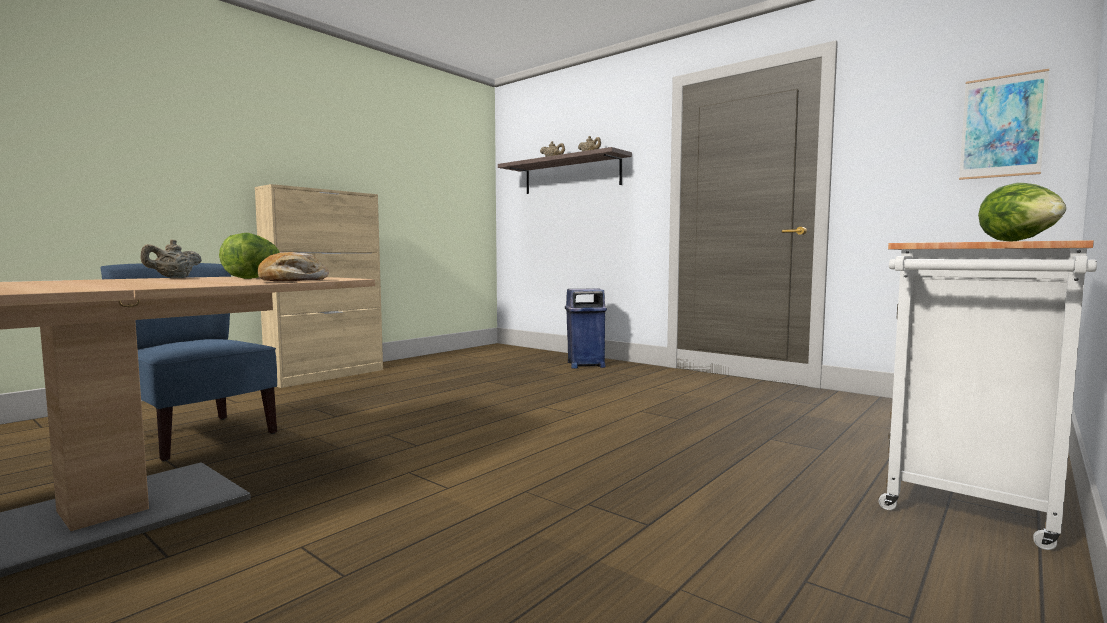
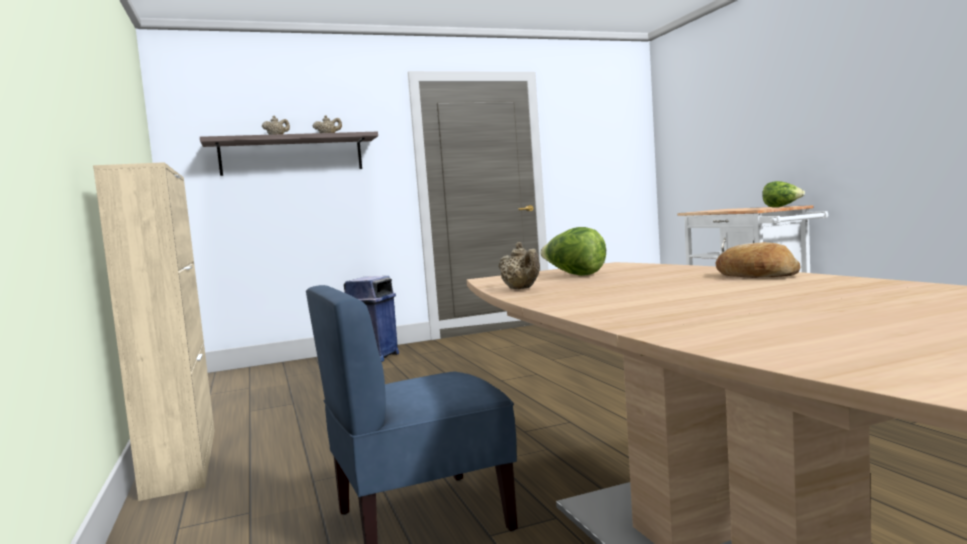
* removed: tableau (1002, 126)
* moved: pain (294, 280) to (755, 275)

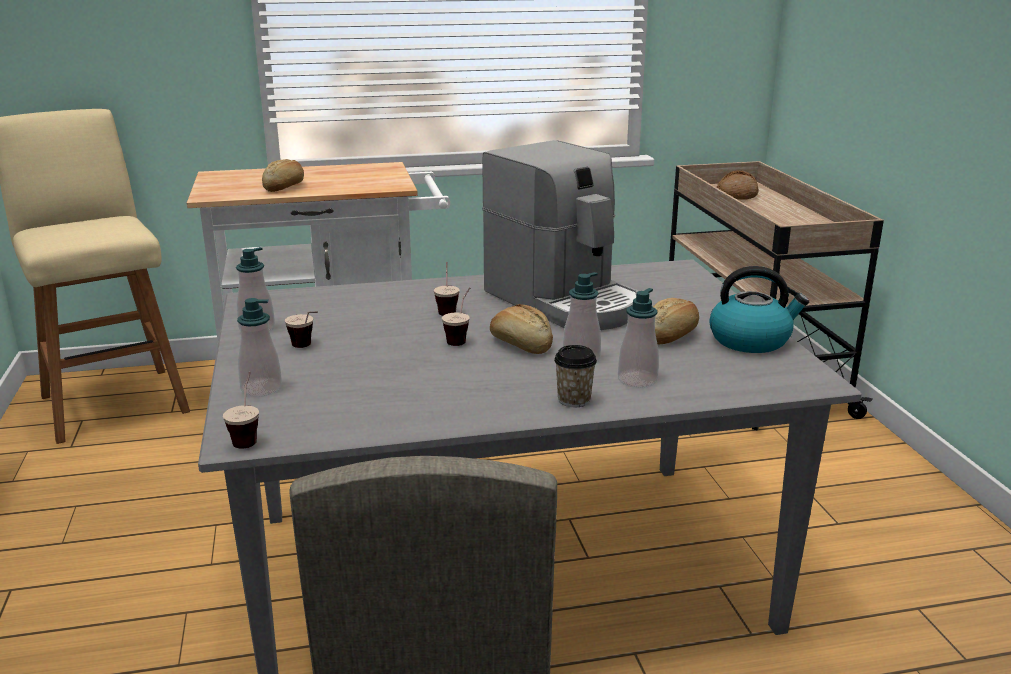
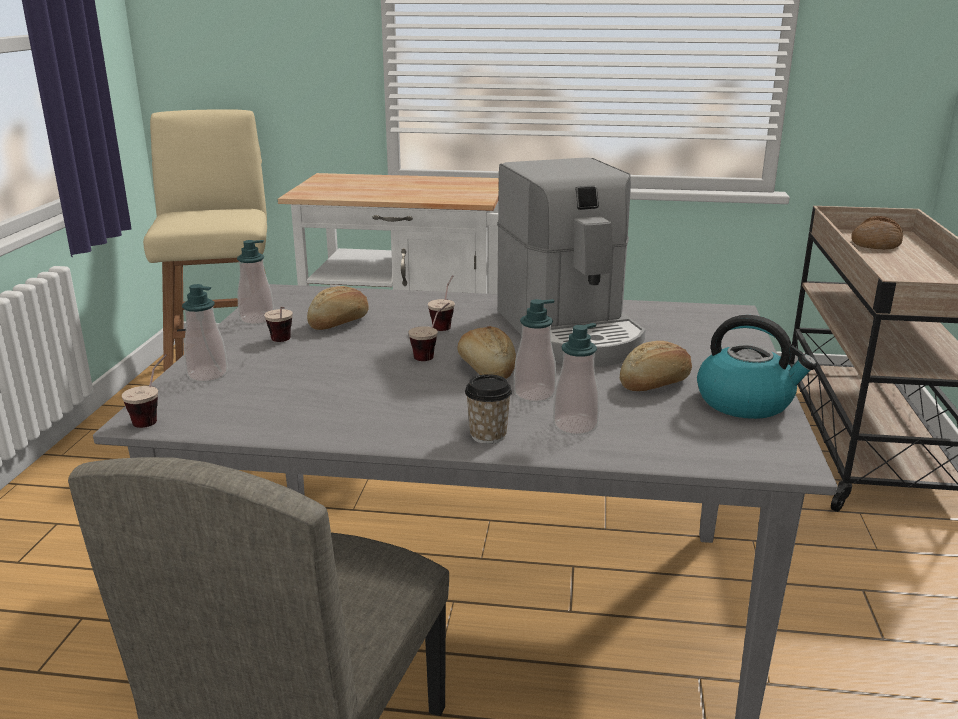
* moved: pain (285, 187) to (340, 323)

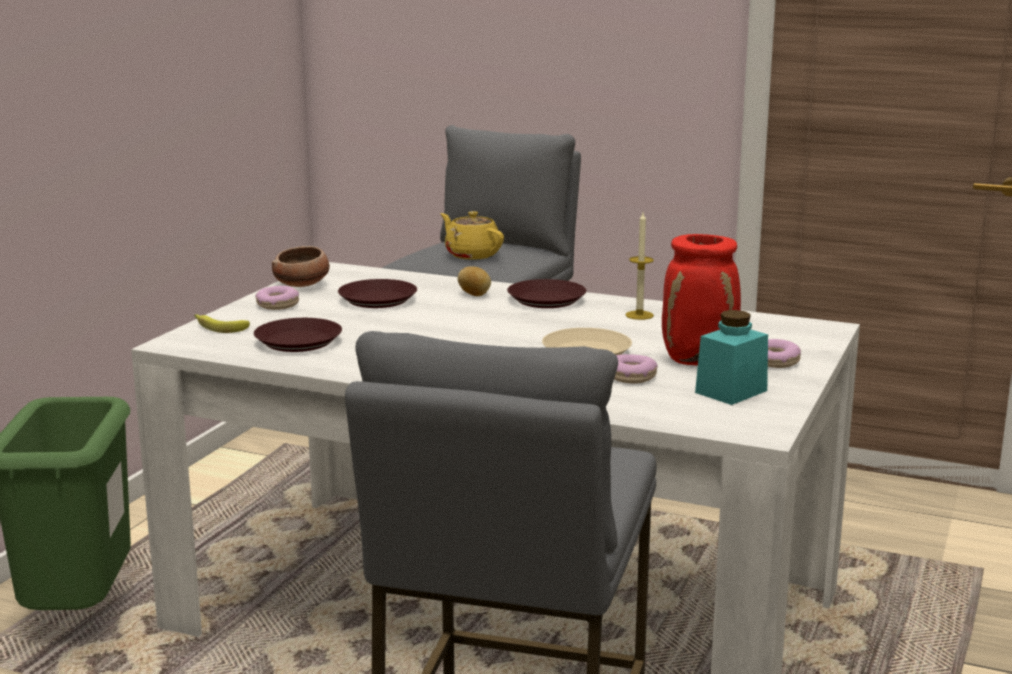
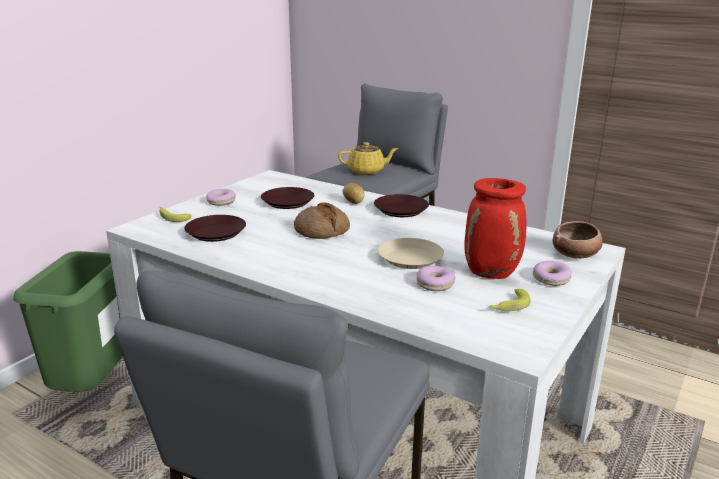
* turned: théière/jaune (472, 255) = (367, 171) 120 degrees clockwise
* removed: bougie (639, 315)
* moved: bol (303, 285) to (575, 254)
* replaced: bocal/turquoise (731, 391) to banane (508, 306)
* added: pain (322, 230)

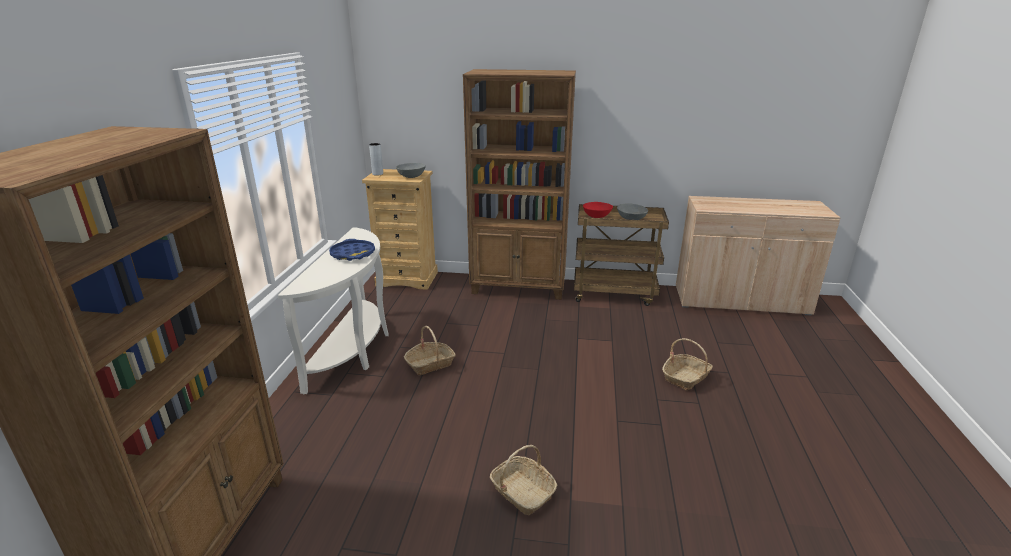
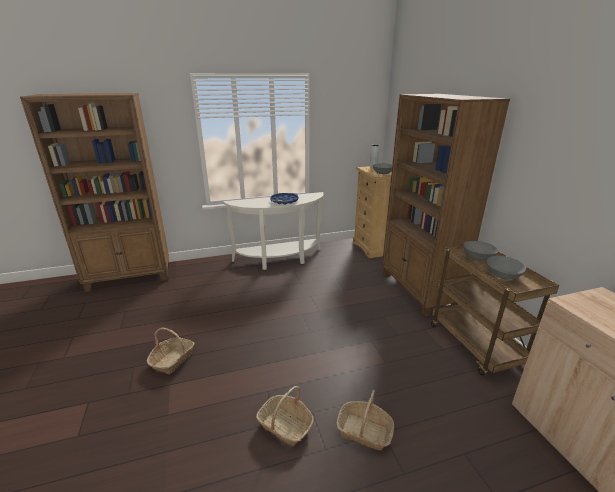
* recoloured: bol/rouge (597, 216) to bol/gris (478, 257)
* moved: panier (430, 364) to (285, 425)

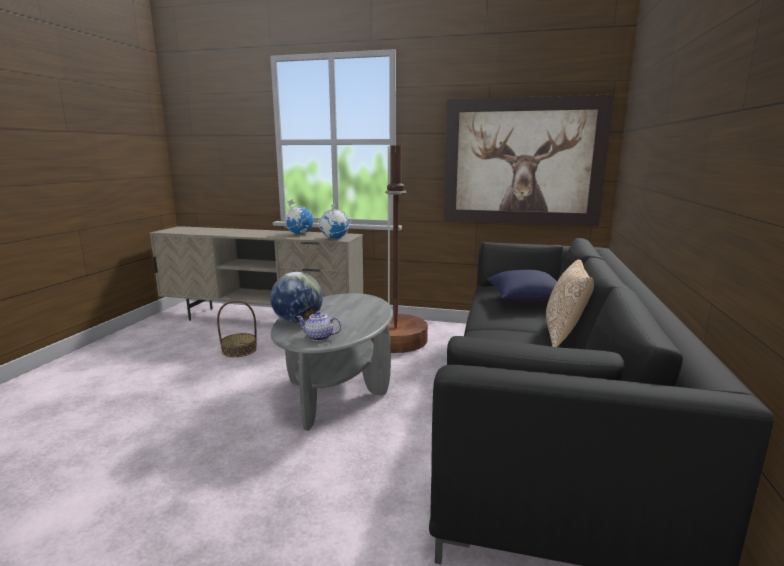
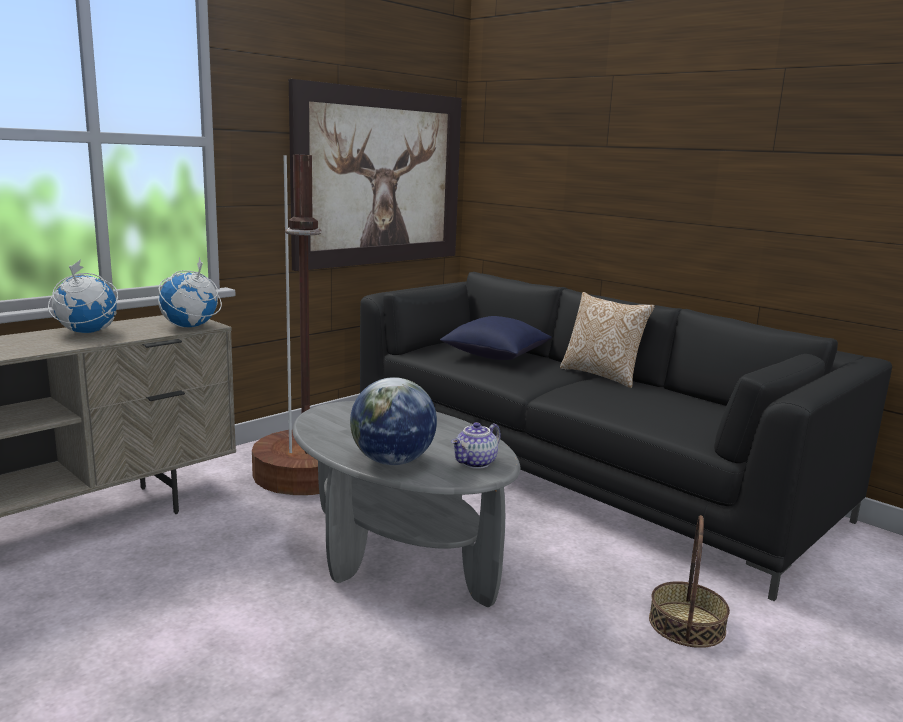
* moved: panier (239, 350) to (686, 624)

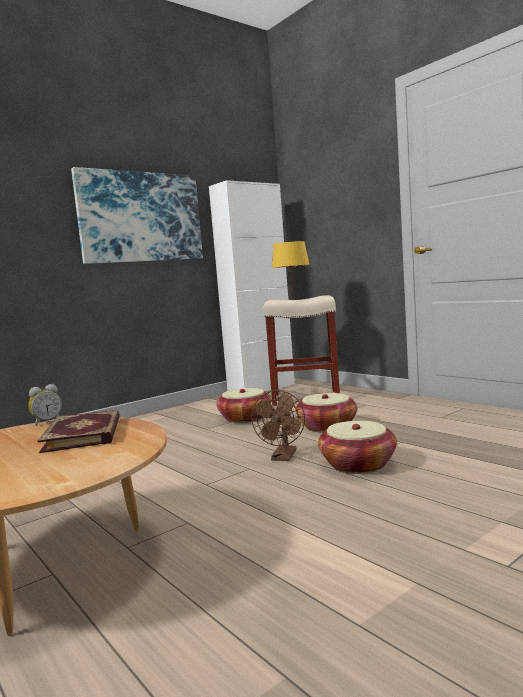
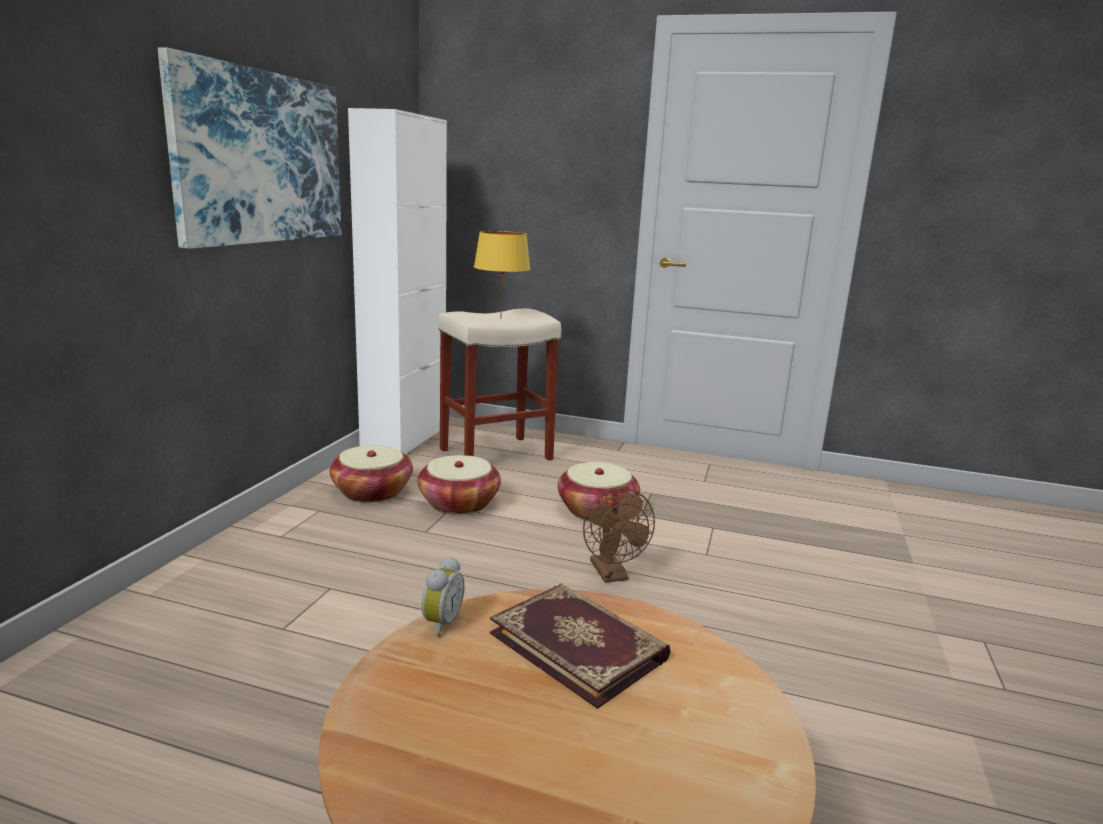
* moved: panier (358, 465) to (372, 492)

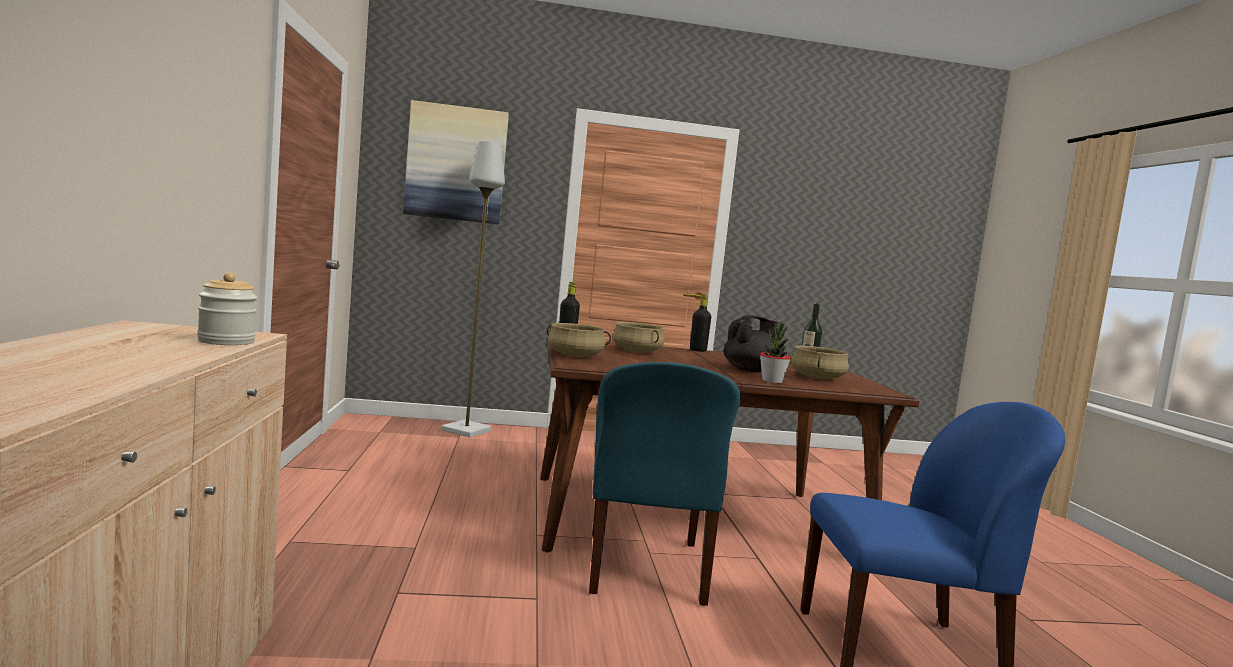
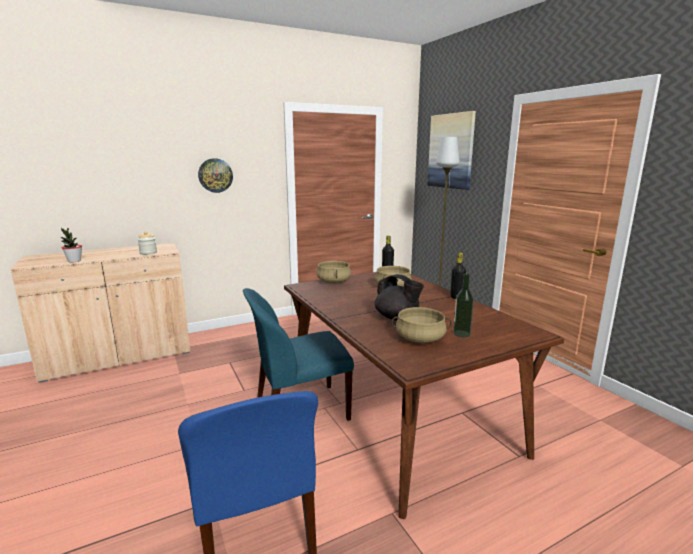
* moved: plante en pot (772, 381) to (74, 261)
* added: horloge murale (215, 175)

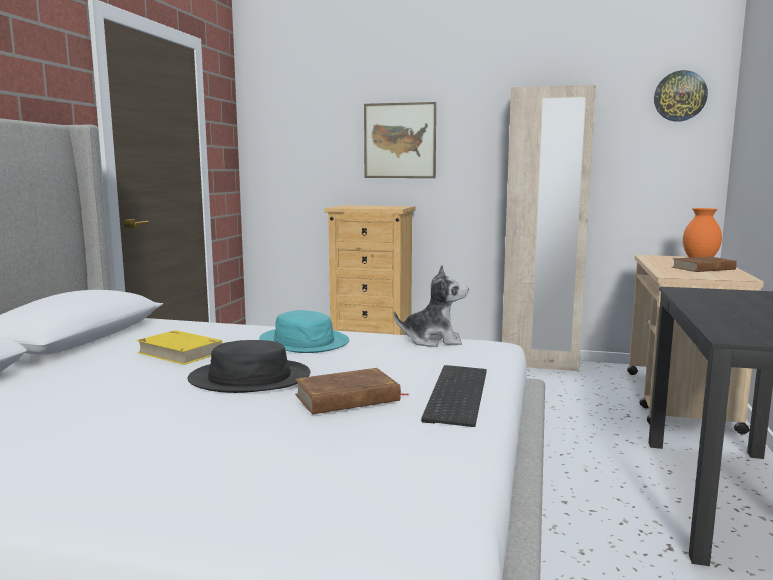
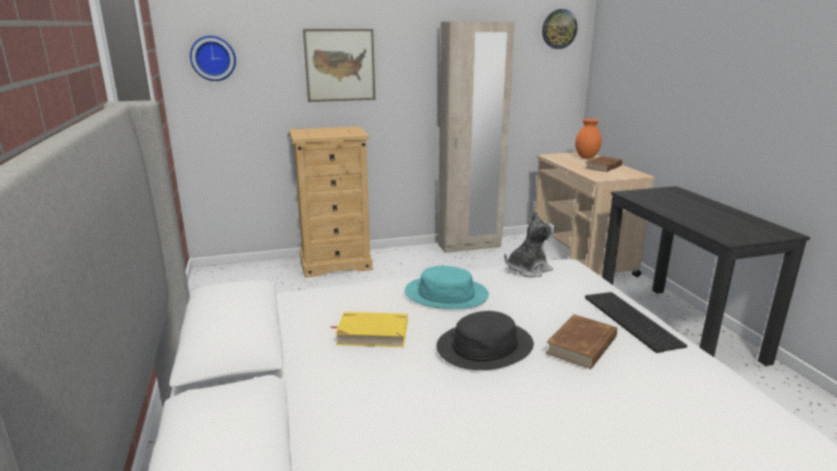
* added: horloge murale (213, 58)

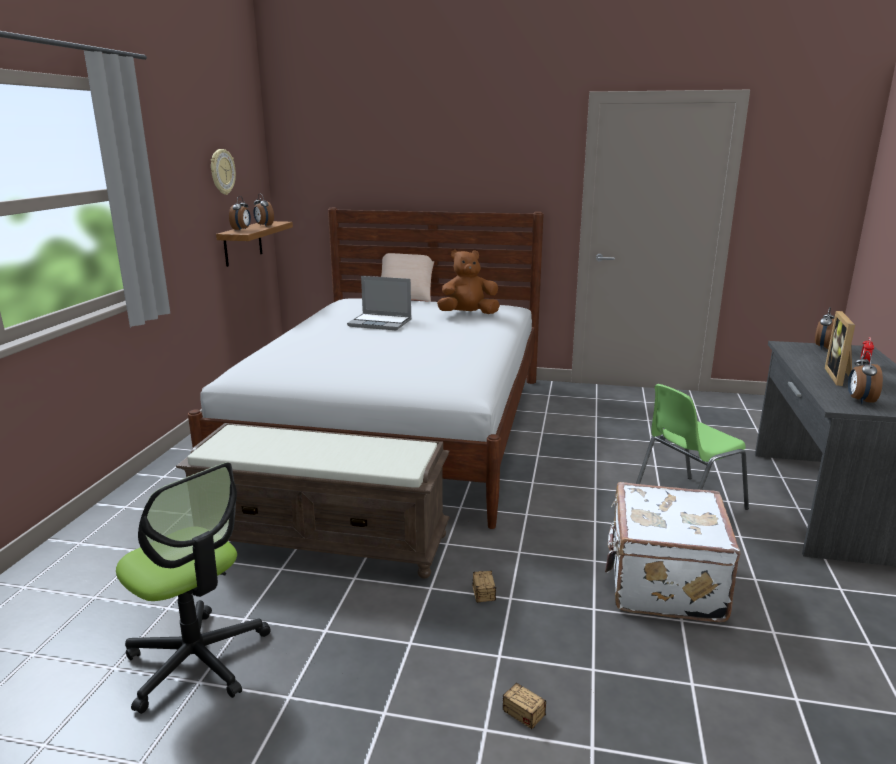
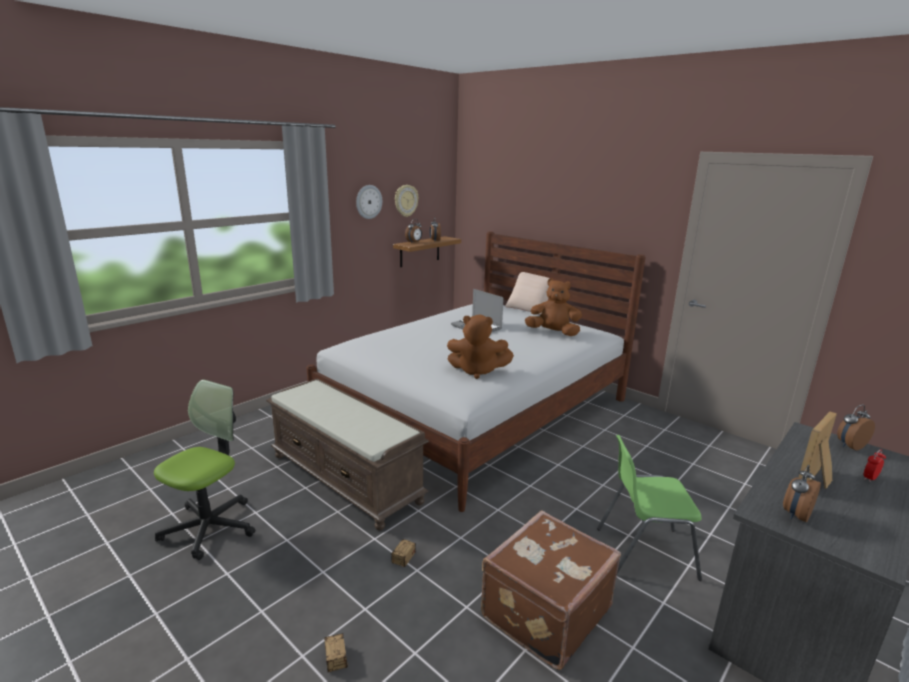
* turned: chaise de bureau (197, 660) = (209, 527) 135 degrees counterclockwise
* recoloured: valise/blanc (662, 583) to valise/marron (543, 611)
* added: horloge murale (368, 202)
* added: peluche/marron (477, 371)

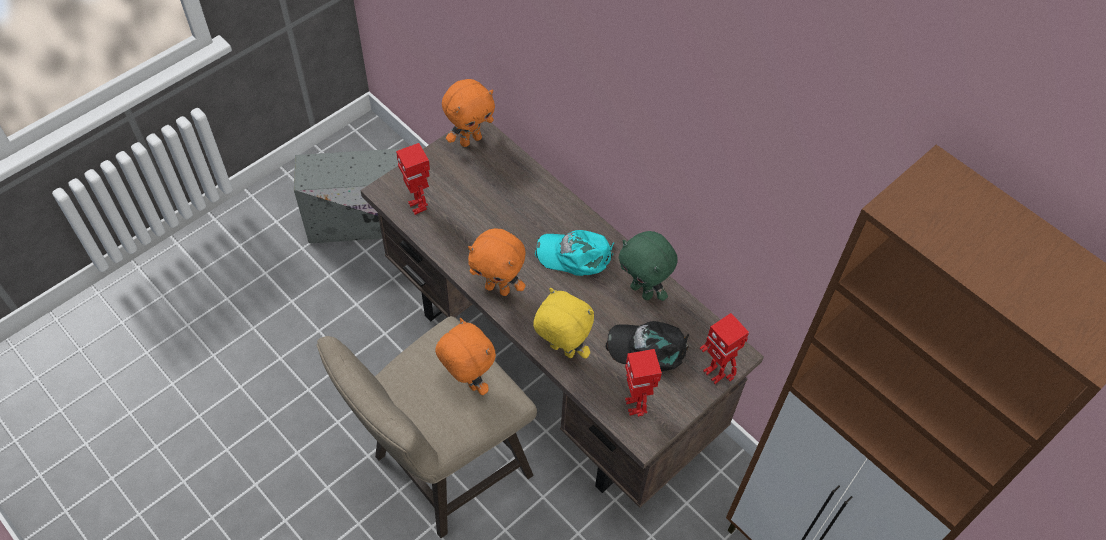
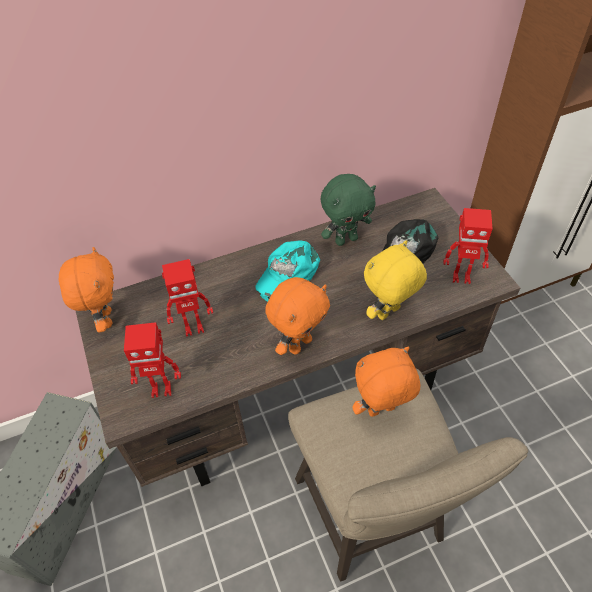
* moved: robot jouet (715, 373) to (193, 327)

